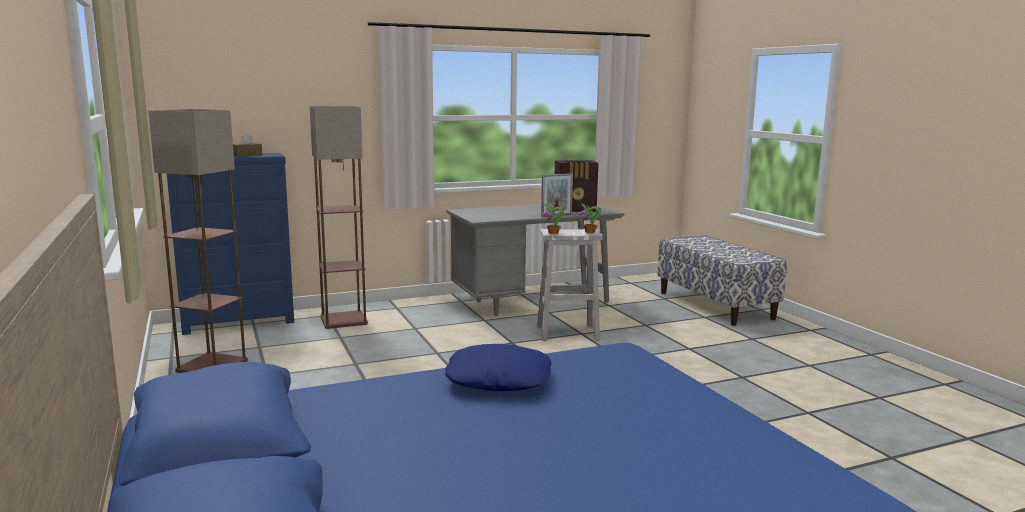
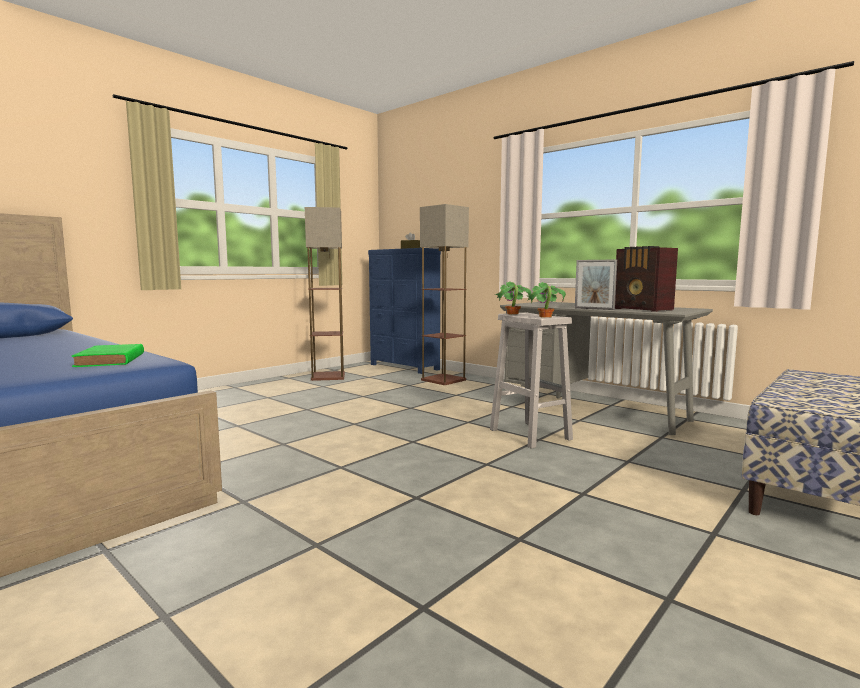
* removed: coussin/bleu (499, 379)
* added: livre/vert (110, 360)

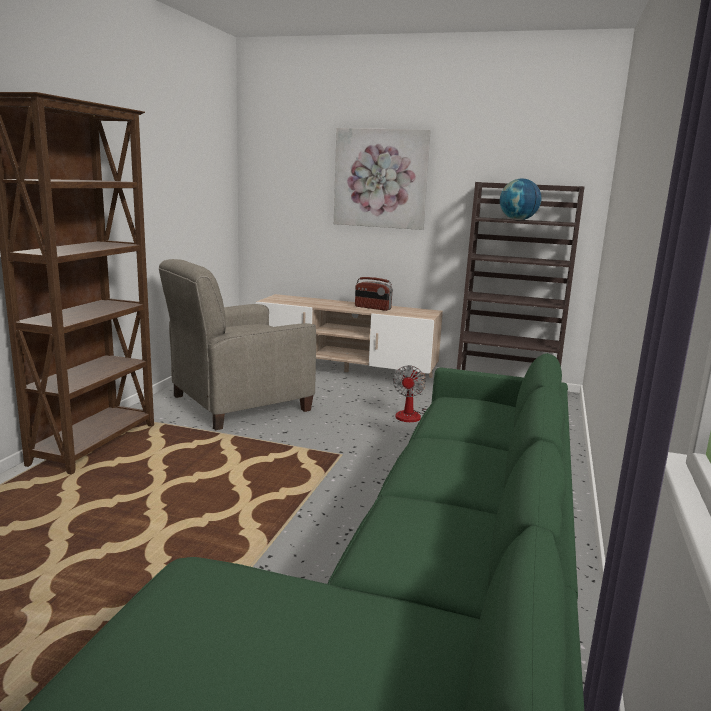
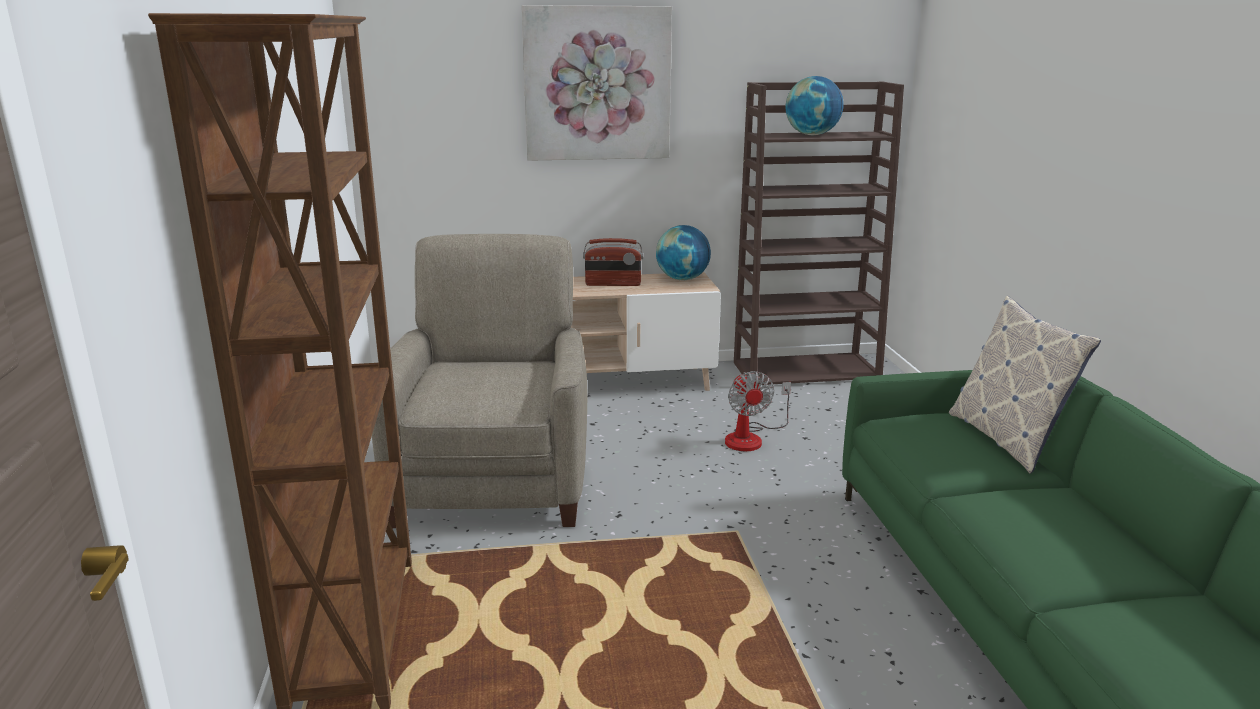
* turned: fauteuil/beige (239, 403) = (493, 482) 150 degrees clockwise
* added: globe (682, 279)
* added: coussin (1007, 439)

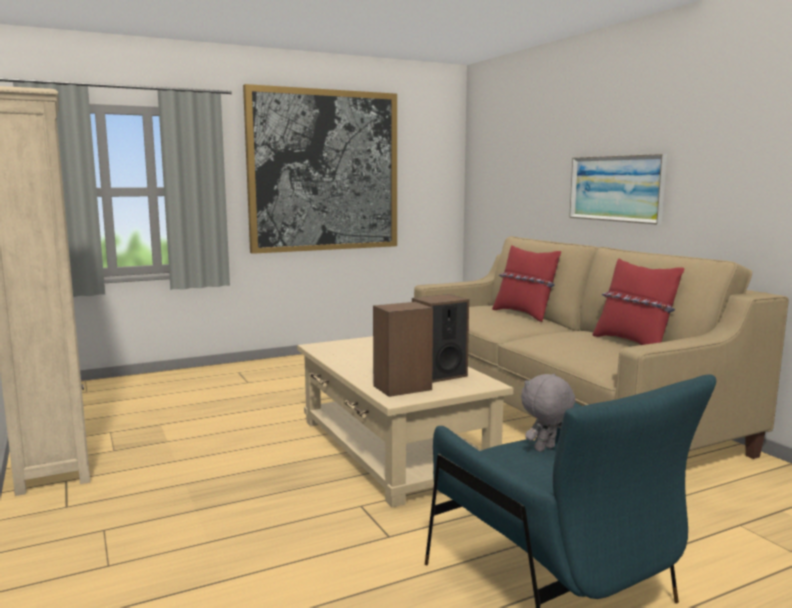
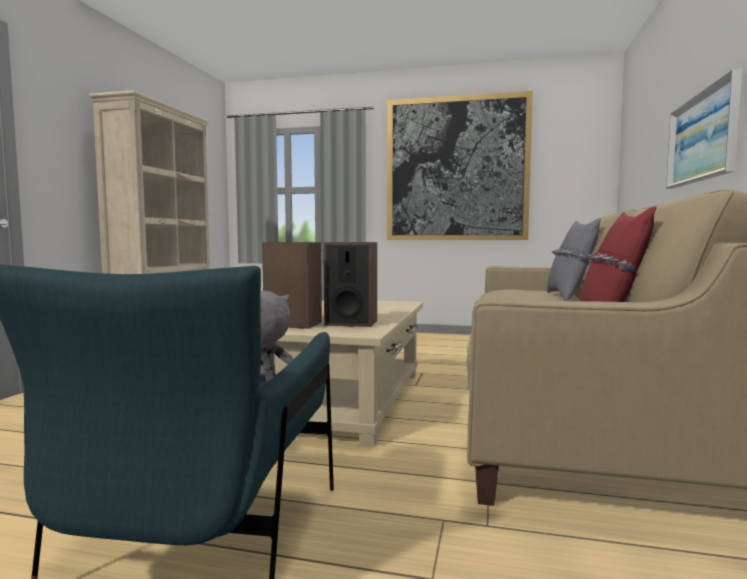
* recoloured: coussin/rouge (524, 314) to coussin/gris (569, 297)

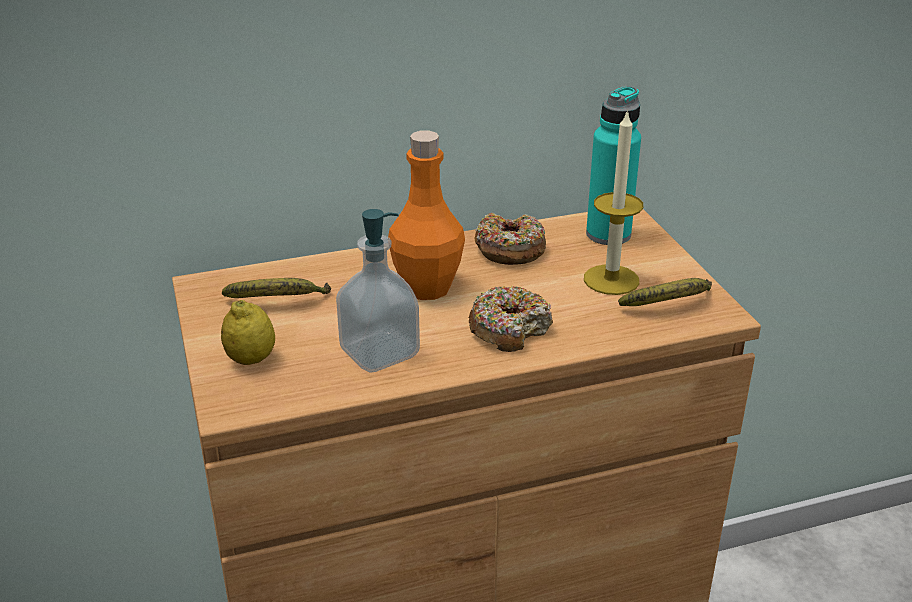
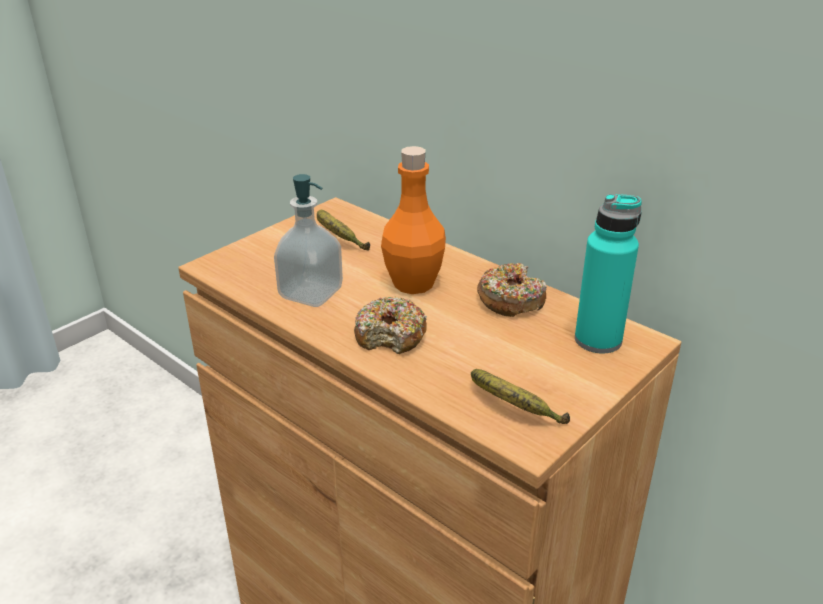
* removed: bougie (611, 280)
* removed: citron (251, 359)

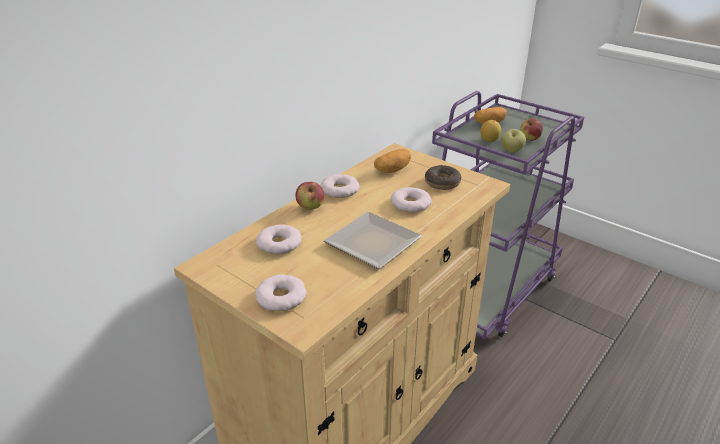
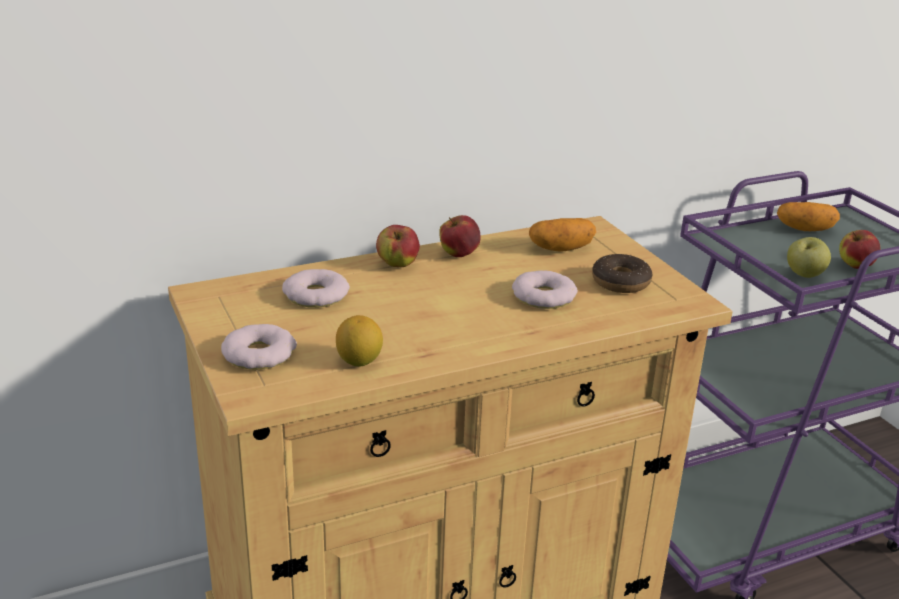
* moved: citron (489, 140) to (359, 361)
* replaced: beignet (339, 190) to pomme (459, 254)
* removed: assiette (369, 243)

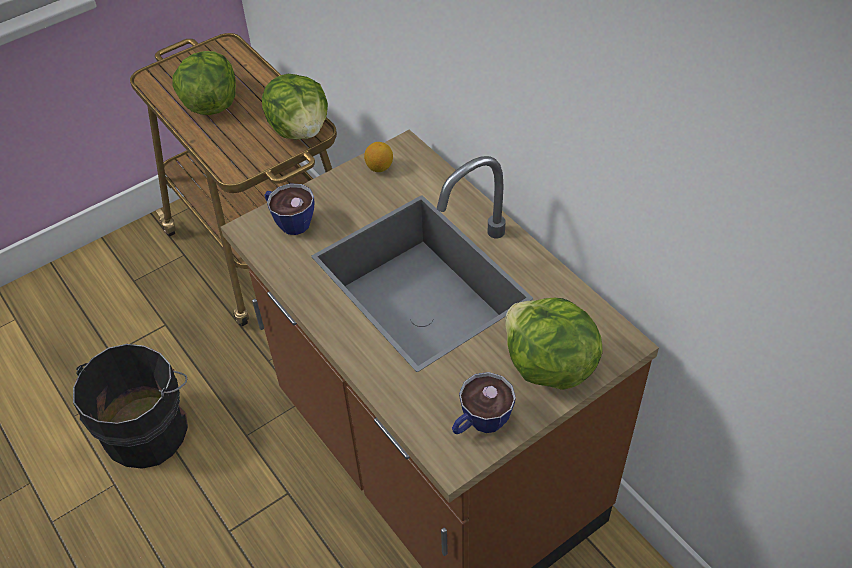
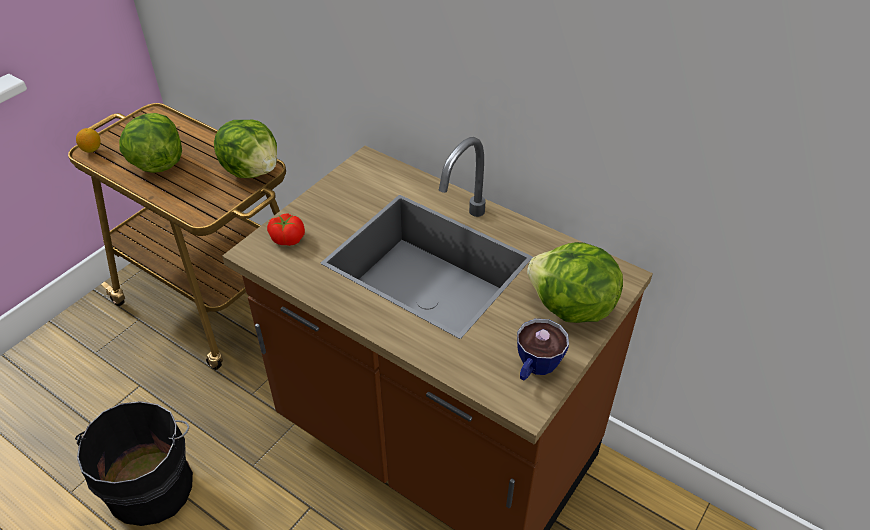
* moved: citron (379, 167) to (91, 149)
* replaced: tasse (289, 221) to tomate (287, 238)

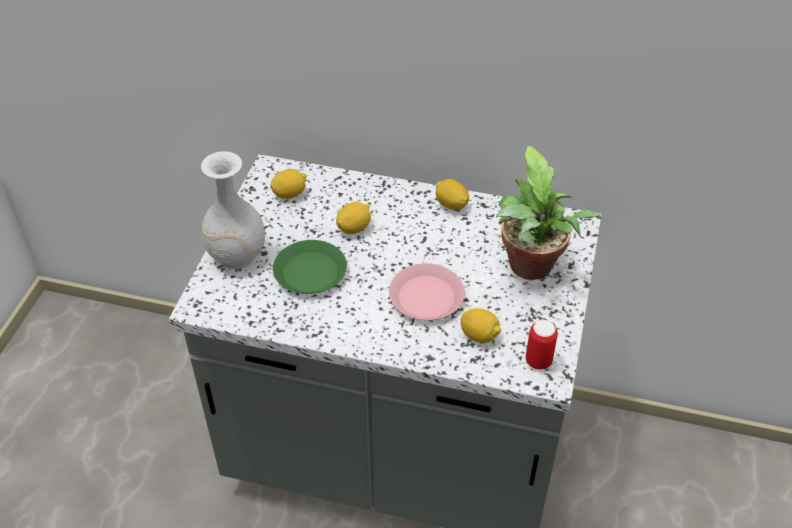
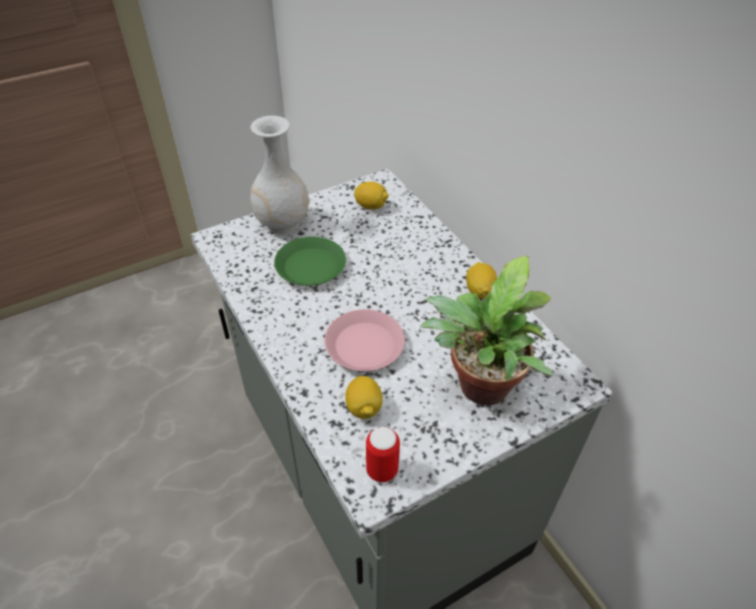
* removed: citron (354, 228)

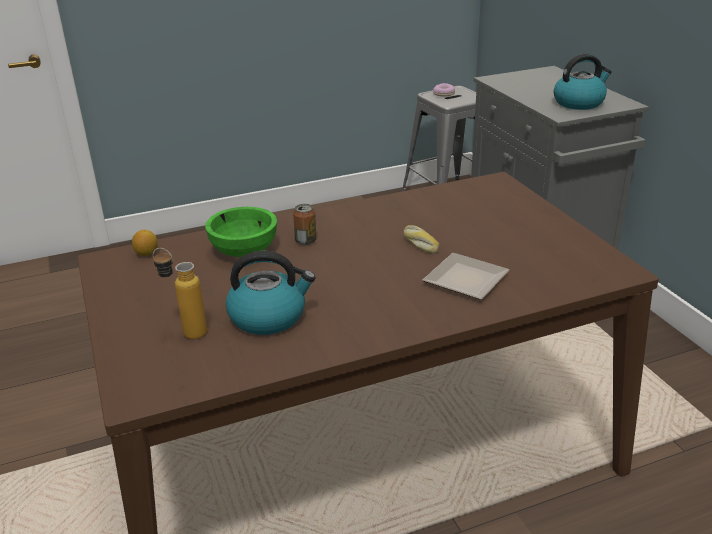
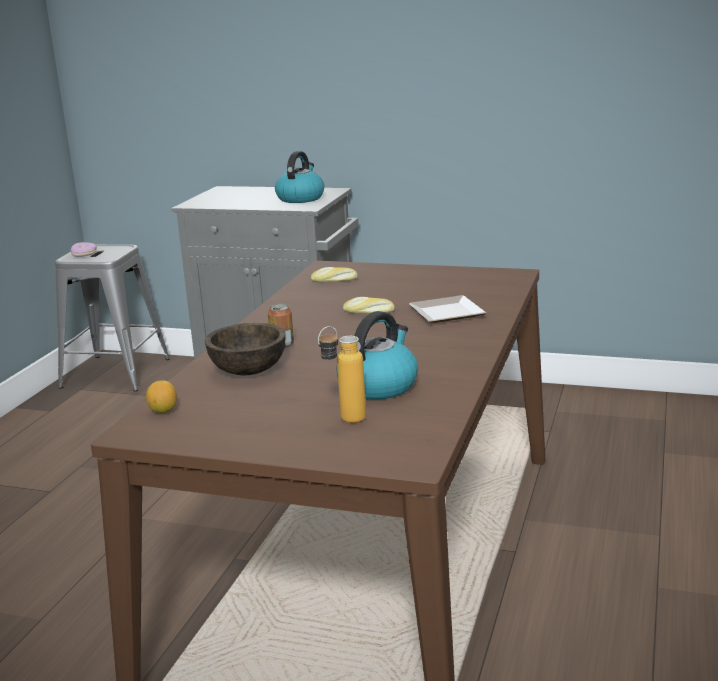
* recoloured: bol/vert (245, 250) to bol/marron (249, 370)
* added: pain (334, 281)

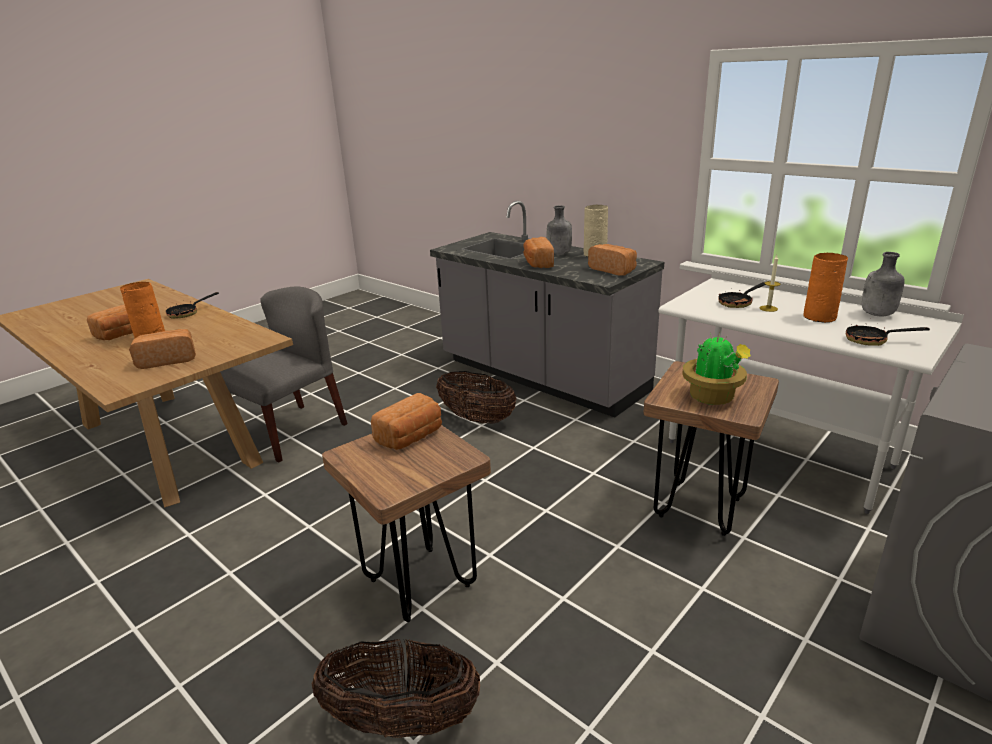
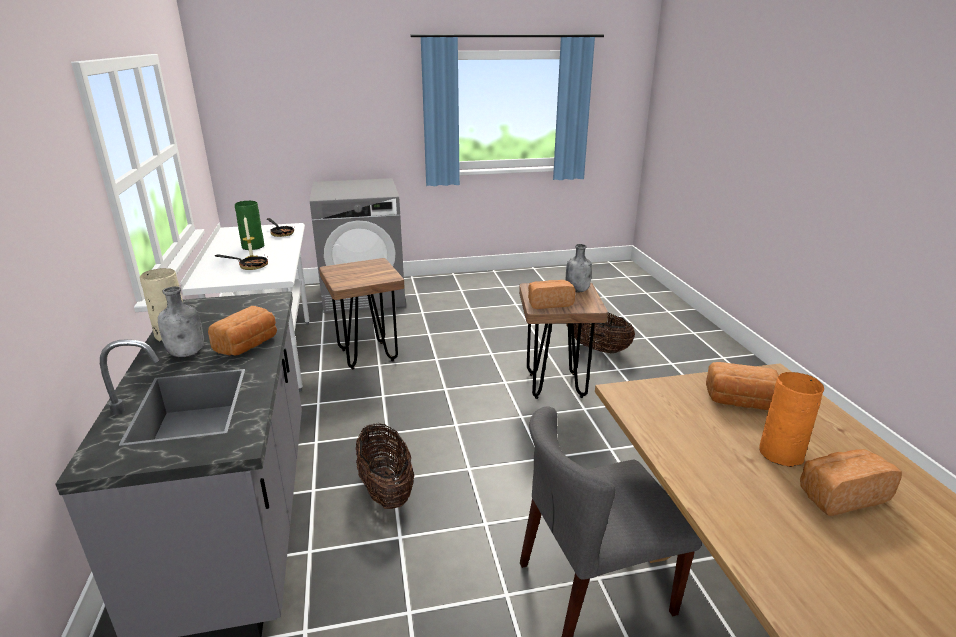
* removed: pain (613, 270)
* moved: bouteille/gris (877, 314) to (577, 290)
* recoloured: vase/orange (820, 317) to vase/vert (252, 246)
* removed: poêle (187, 313)
* removed: plante en pot (713, 397)

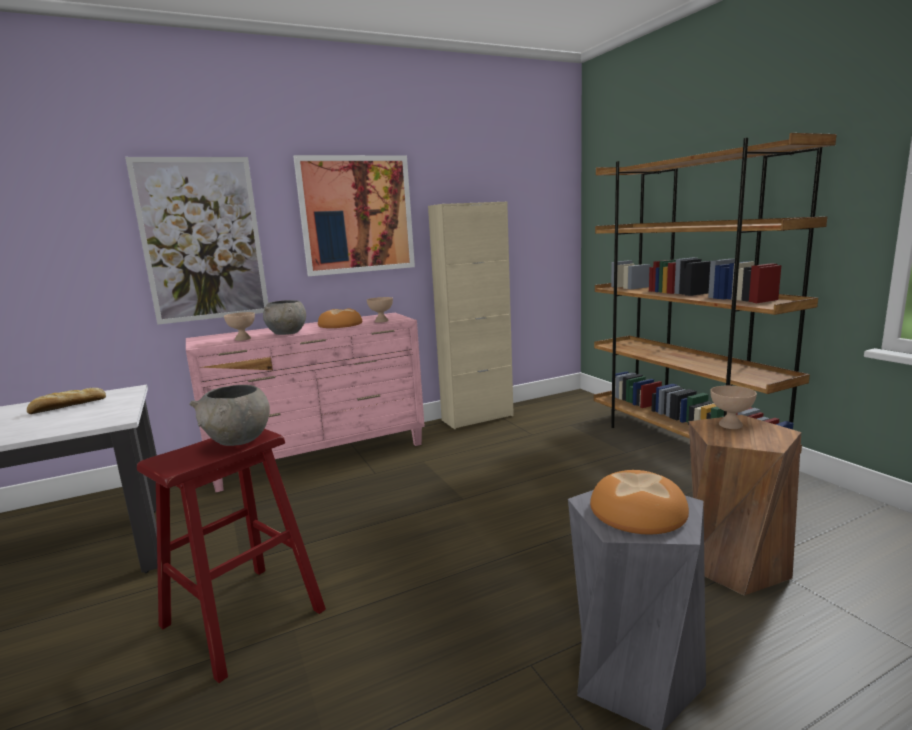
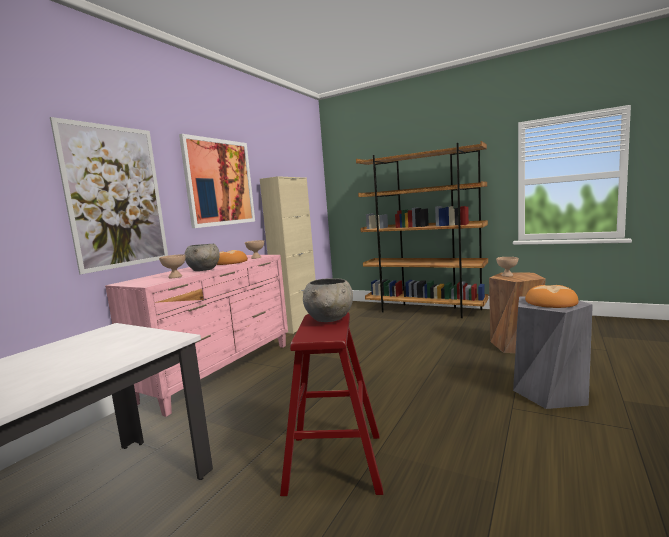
* removed: pain (67, 406)

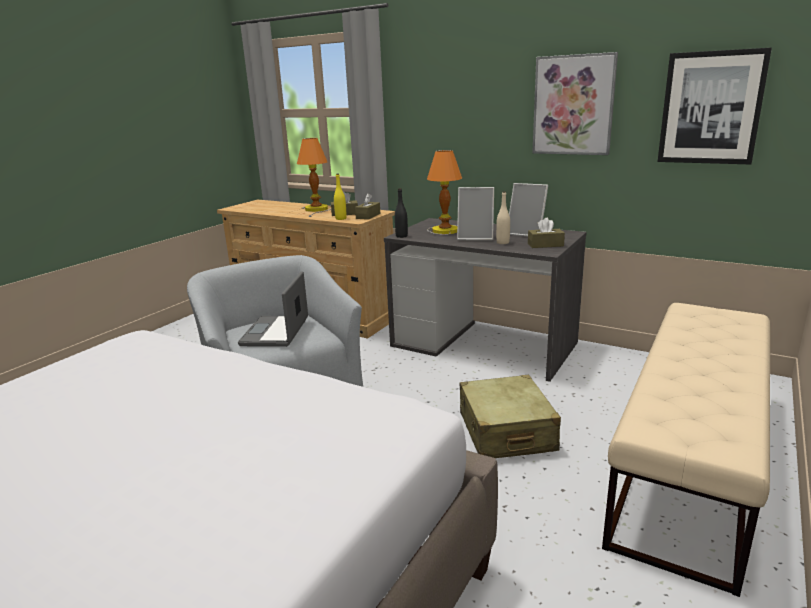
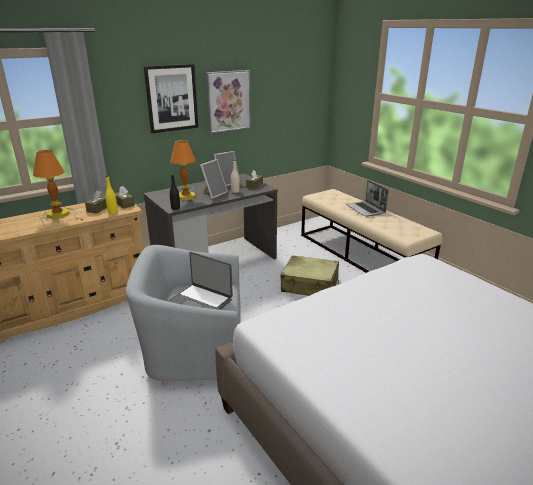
* moved: tableau (711, 108) to (171, 98)
* added: ordinateur portable (366, 209)

